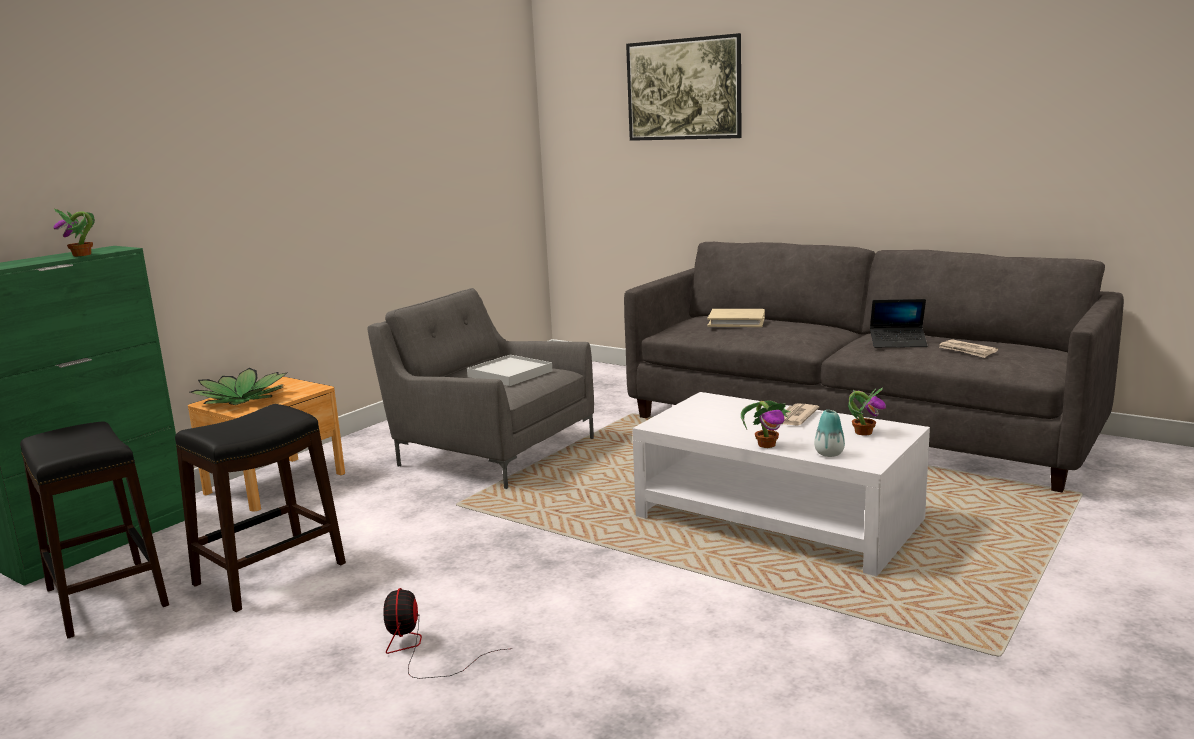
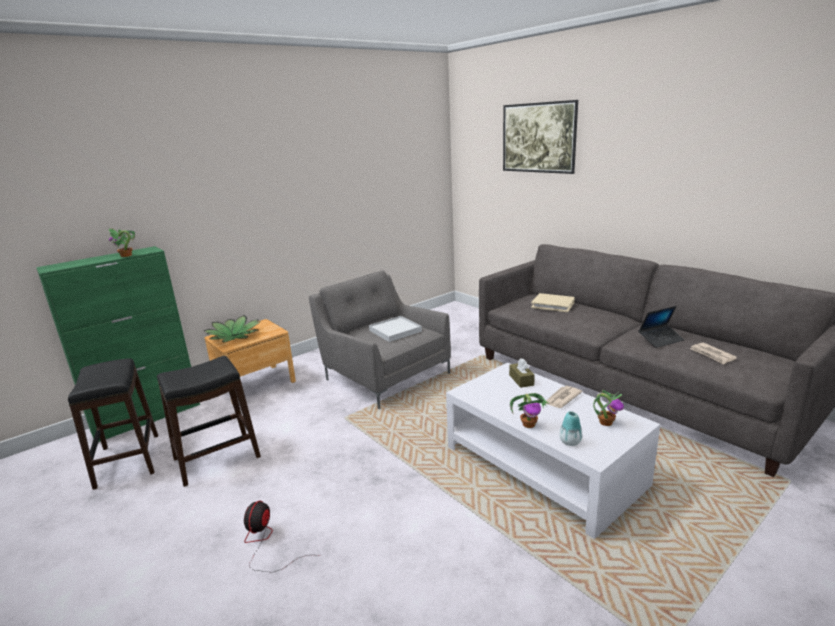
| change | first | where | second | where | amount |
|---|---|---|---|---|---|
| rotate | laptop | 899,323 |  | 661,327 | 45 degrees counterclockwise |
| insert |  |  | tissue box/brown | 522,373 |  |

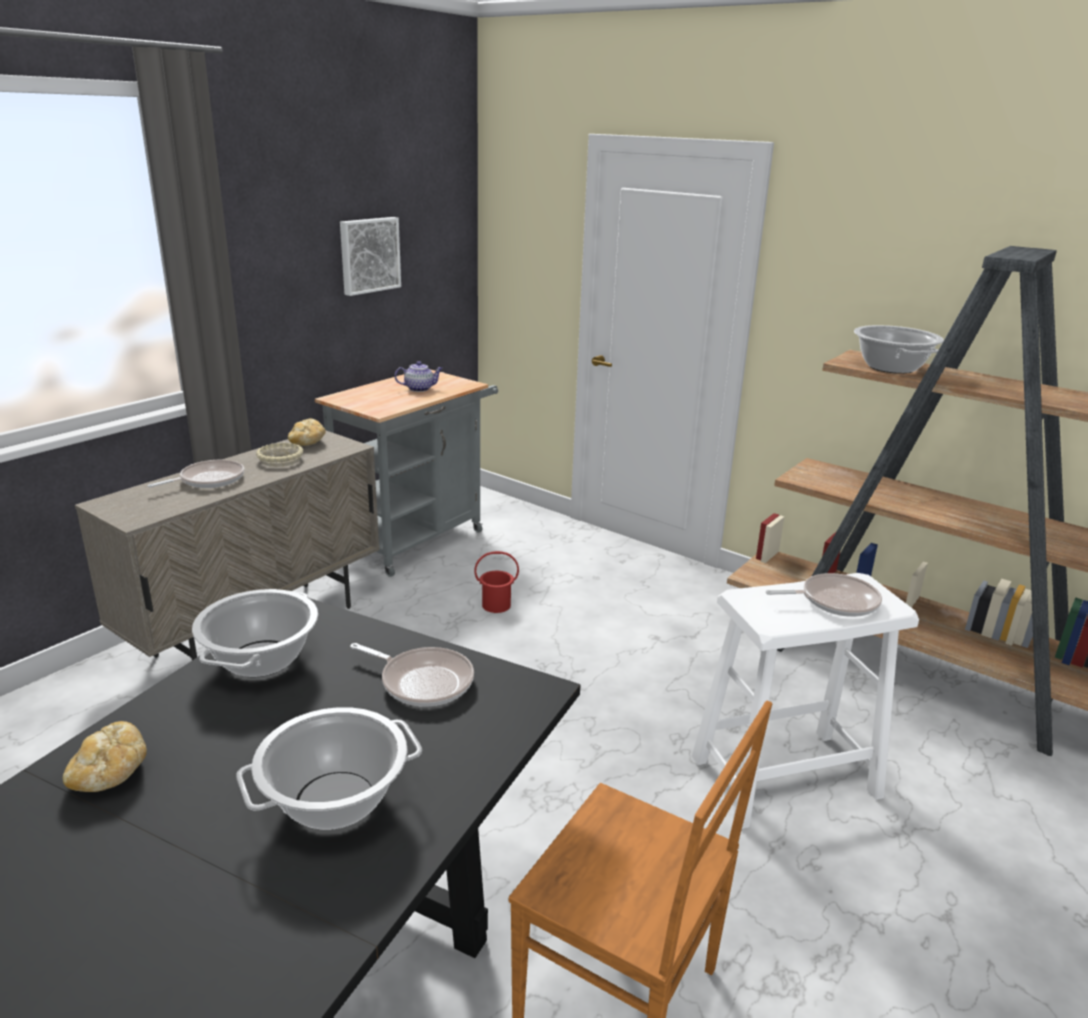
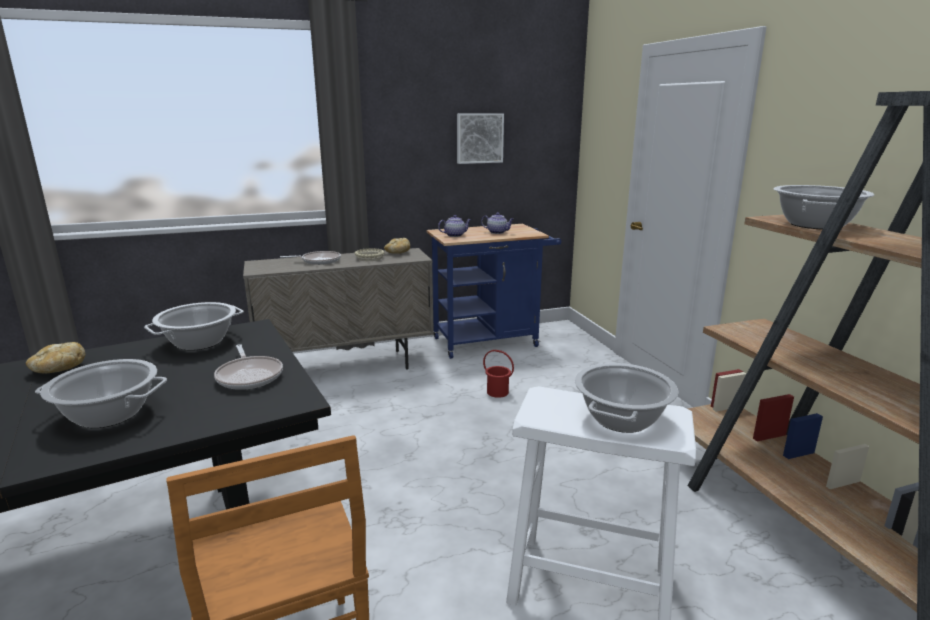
| change | first | where | second | where | amount |
|---|---|---|---|---|---|
| recolor | cart/grey | 406,473 | cart/blue | 494,291 |  |
| replace | frying pan | 824,595 | cooking pot | 627,398 |  |
| insert |  |  | teapot | 454,226 |  |

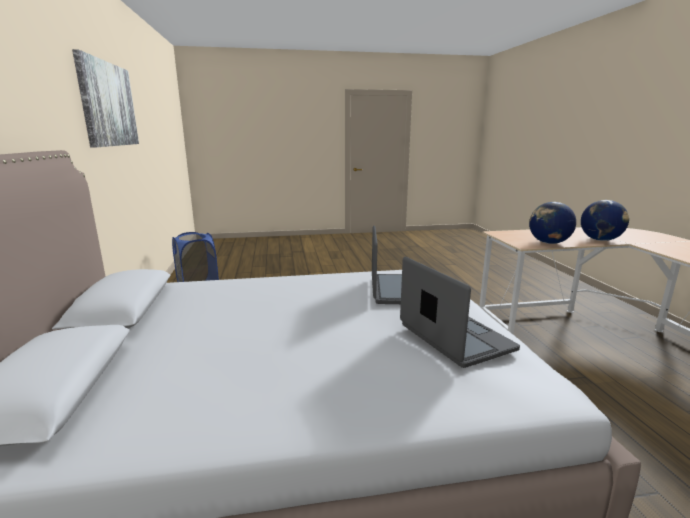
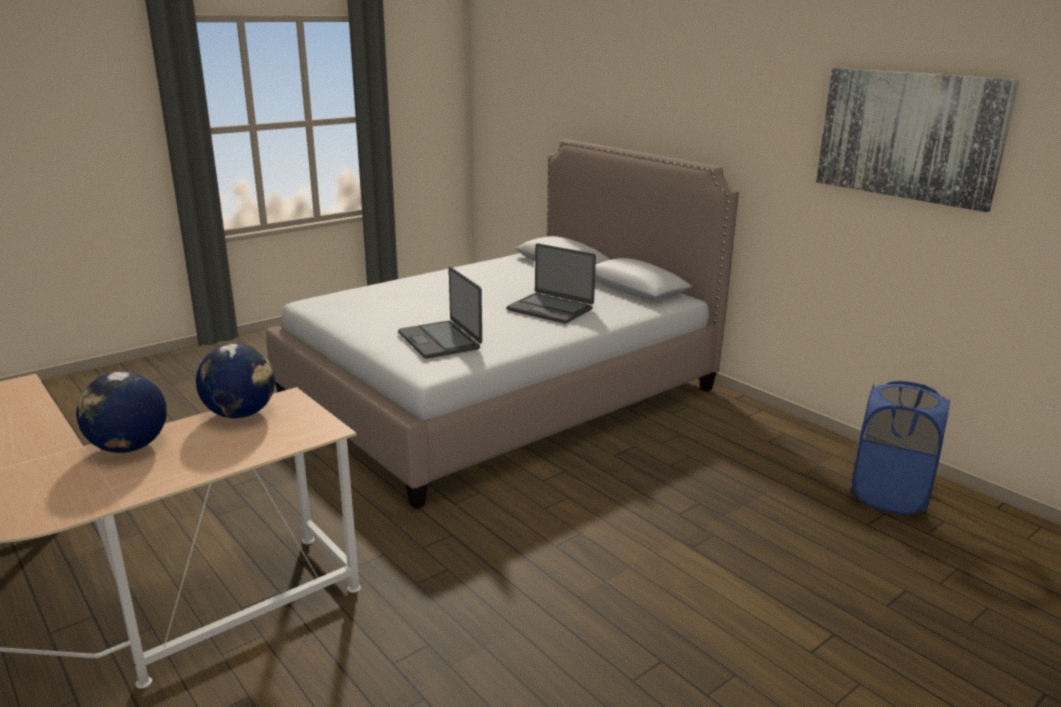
| change | first | where | second | where | amount |
|---|---|---|---|---|---|
| move | laptop | 460,312 |  | 551,283 |  |

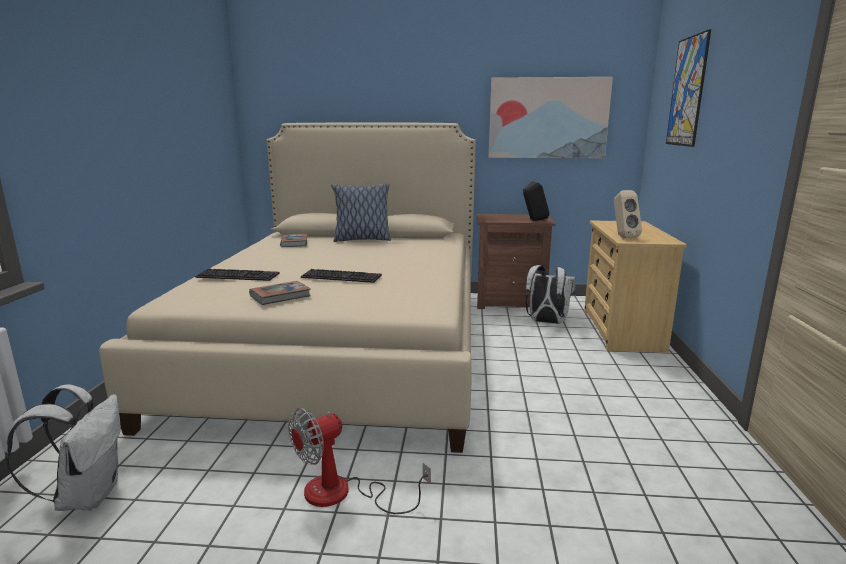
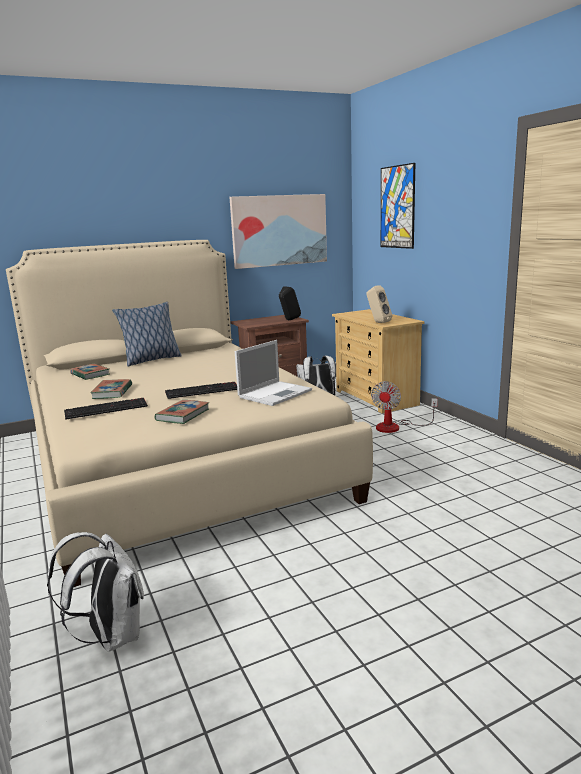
| change | first | where | second | where | amount |
|---|---|---|---|---|---|
| move | fan | 359,461 |  | 404,407 |  |
| insert |  |  | book | 111,389 |  |
| insert |  |  | laptop | 273,373 |  |

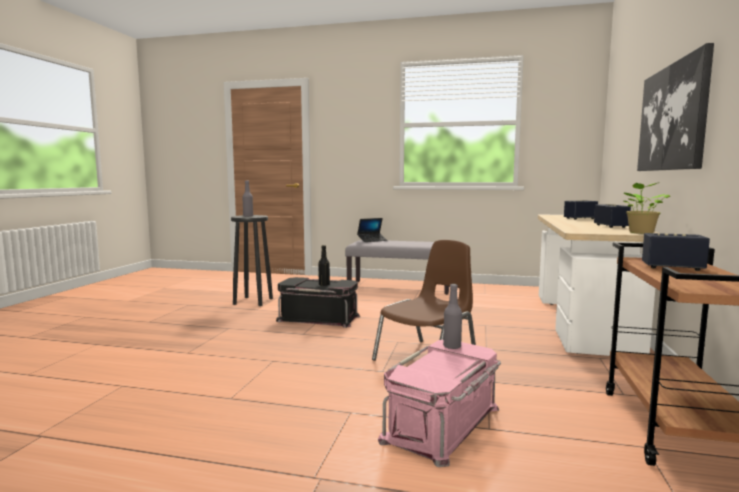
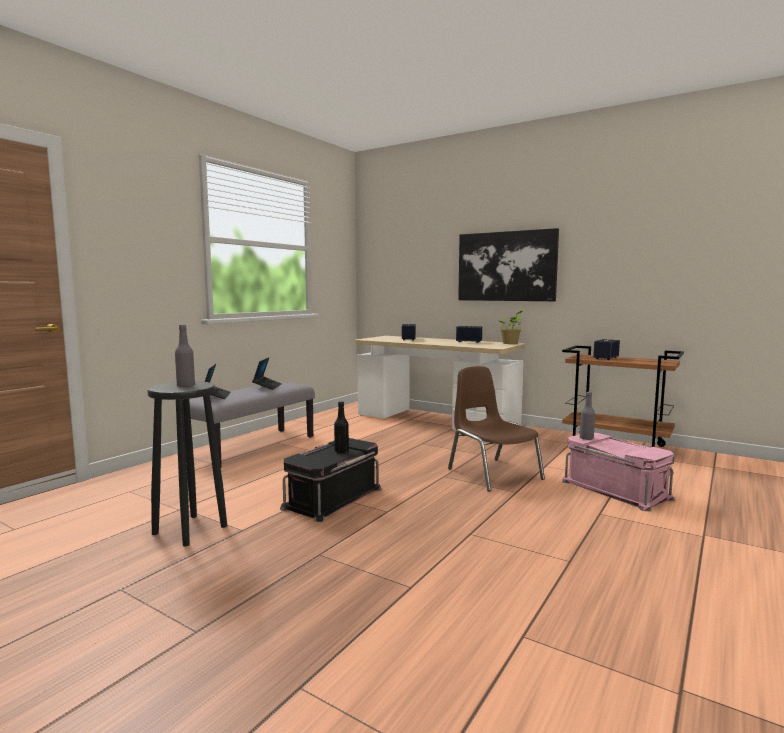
| change | first | where | second | where | amount |
|---|---|---|---|---|---|
| insert |  |  | laptop | 267,374 |  |

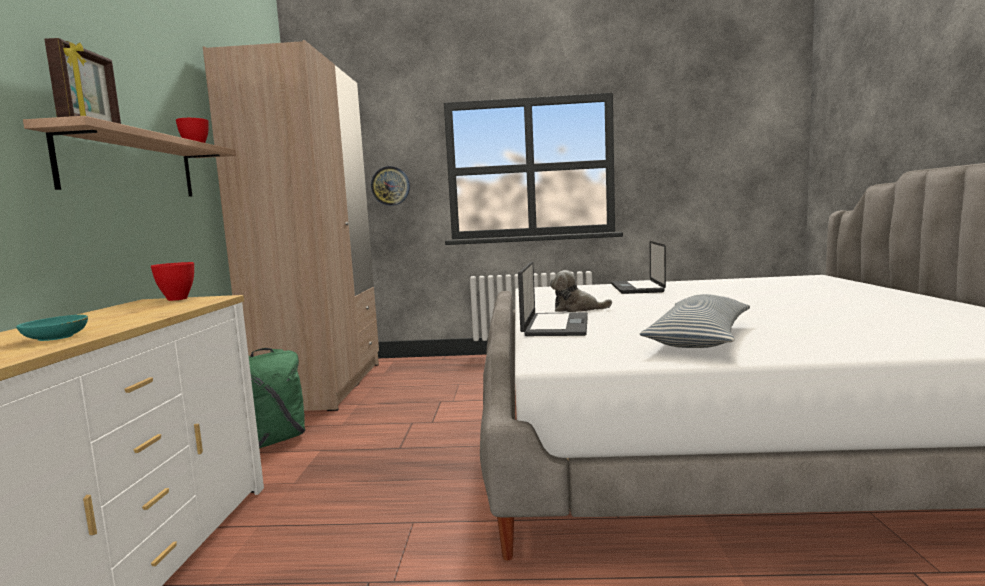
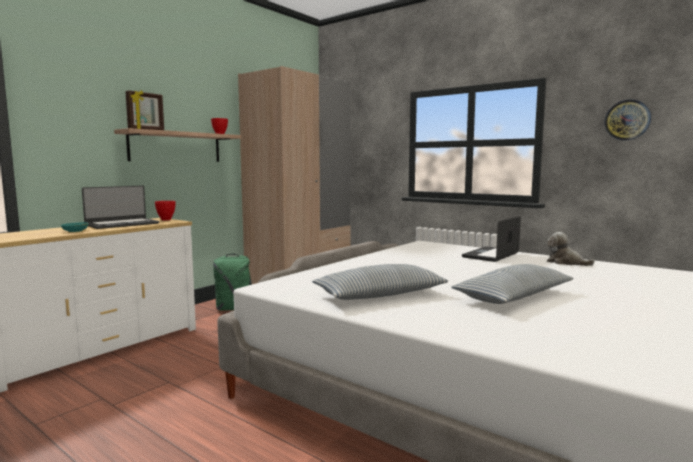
| change | first | where | second | where | amount |
|---|---|---|---|---|---|
| move | wall clock | 390,186 |  | 627,119 |  |
| move | laptop | 553,299 |  | 120,207 |  |
| move | plush toy | 581,291 |  | 571,249 |  |
| insert |  |  | pillow | 512,284 |  |

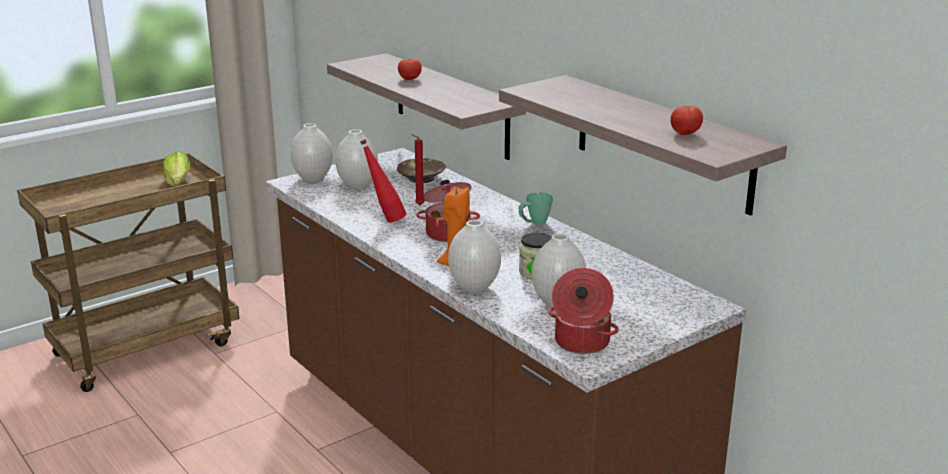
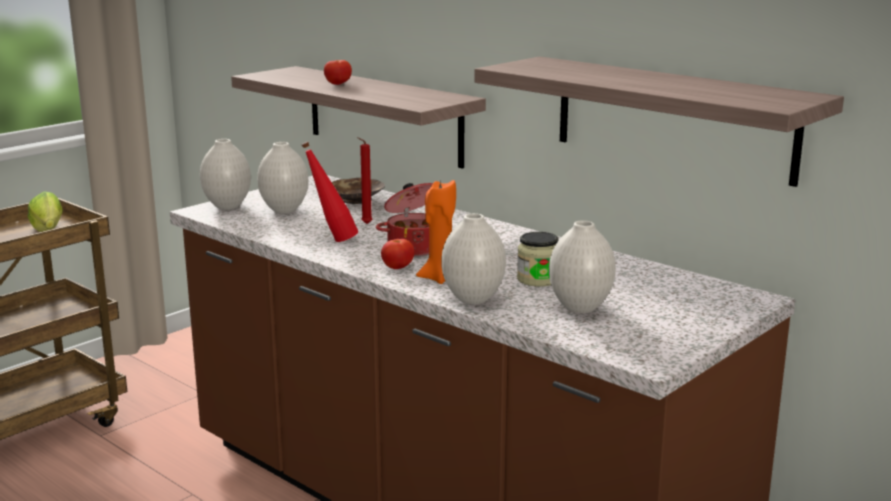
| change | first | where | second | where | amount |
|---|---|---|---|---|---|
| delete | mug/green | 536,208 |  |  |  |
| delete | cooking pot | 583,311 |  |  |  |
| move | tomato | 686,120 |  | 397,254 |  |

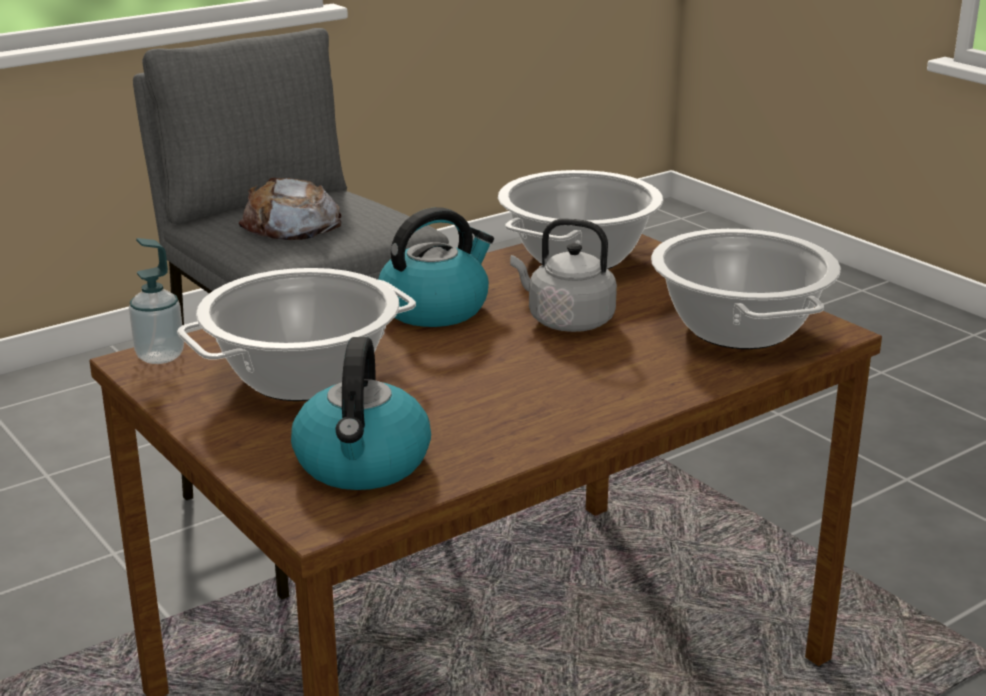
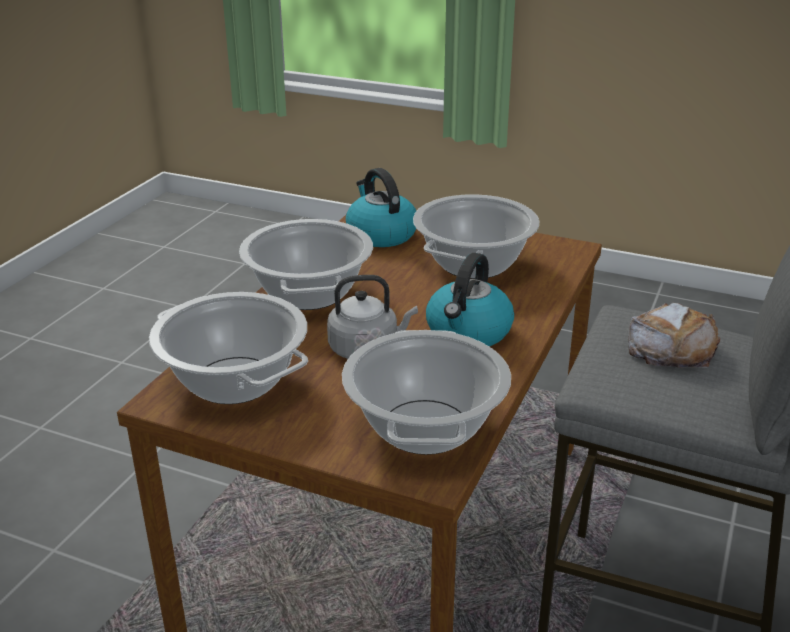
| change | first | where | second | where | amount |
|---|---|---|---|---|---|
| delete | soap dispenser | 156,301 |  |  |  |
| insert |  |  | cooking pot | 306,264 |  |

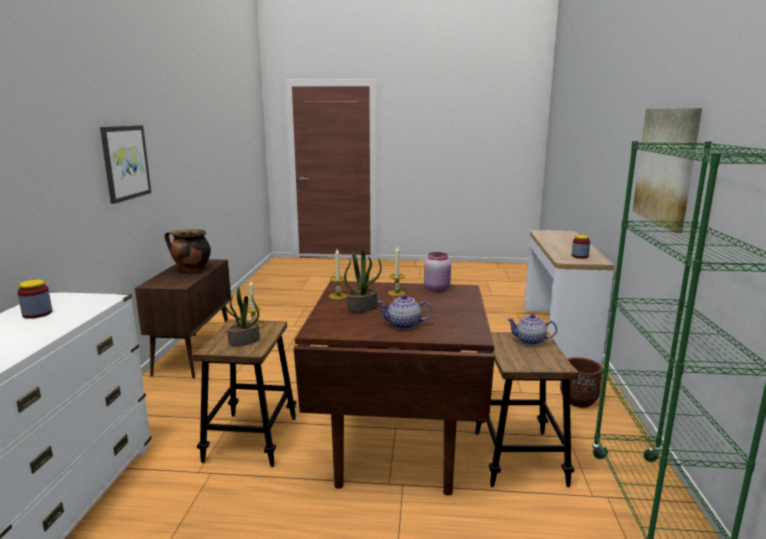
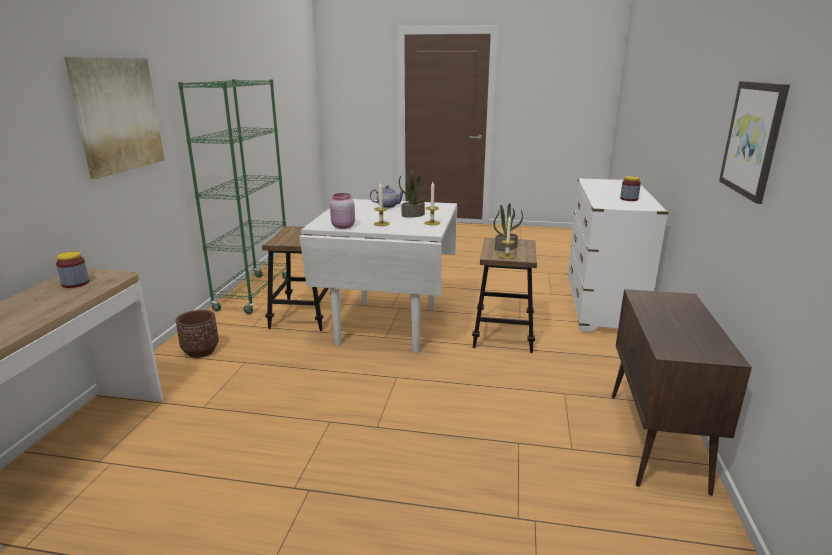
| change | first | where | second | where | amount |
|---|---|---|---|---|---|
| delete | cooking pot | 188,251 |  |  |  |
| recolor | dining table/brown | 394,388 | dining table/white | 378,276 |  |
| delete | teapot | 532,329 |  |  |  |

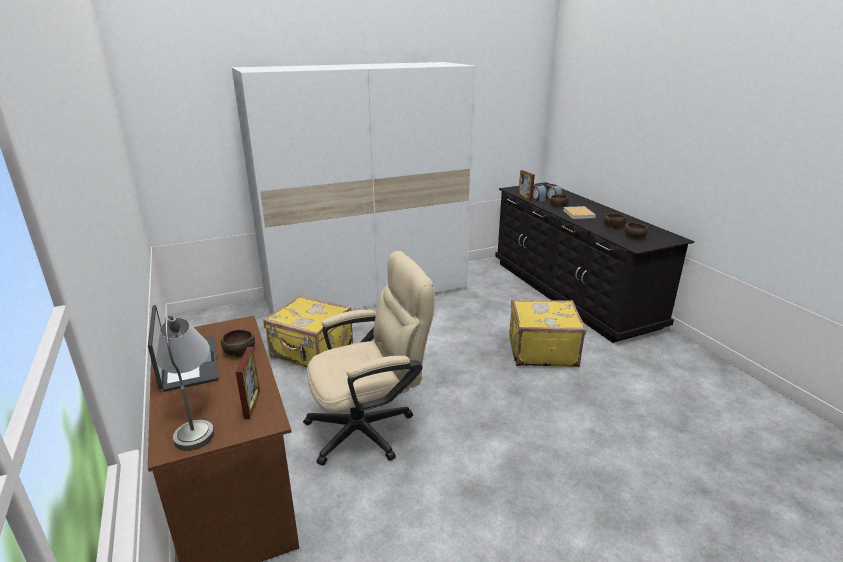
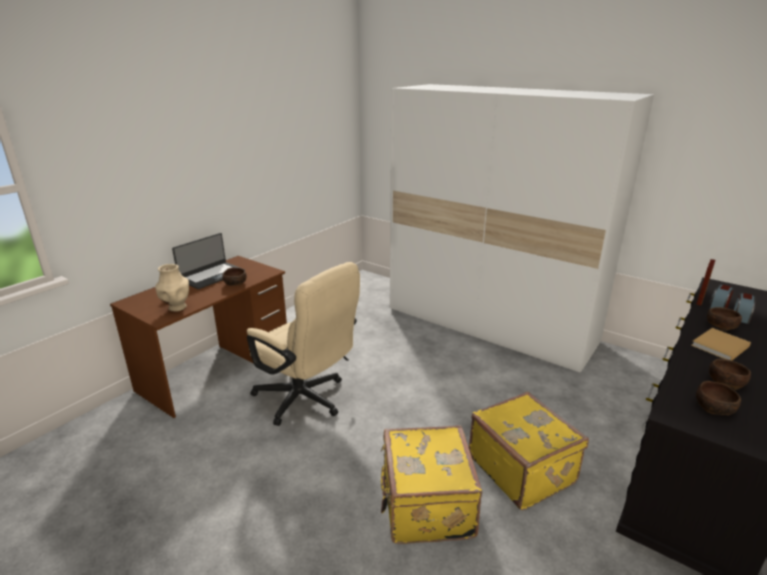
| change | first | where | second | where | amount |
|---|---|---|---|---|---|
| delete | table lamp/grey | 185,383 |  |  |  |
| replace | picture frame | 248,383 | vase/beige | 172,288 |  |
| move | suitcase/yellow | 308,331 |  | 431,484 |  |

